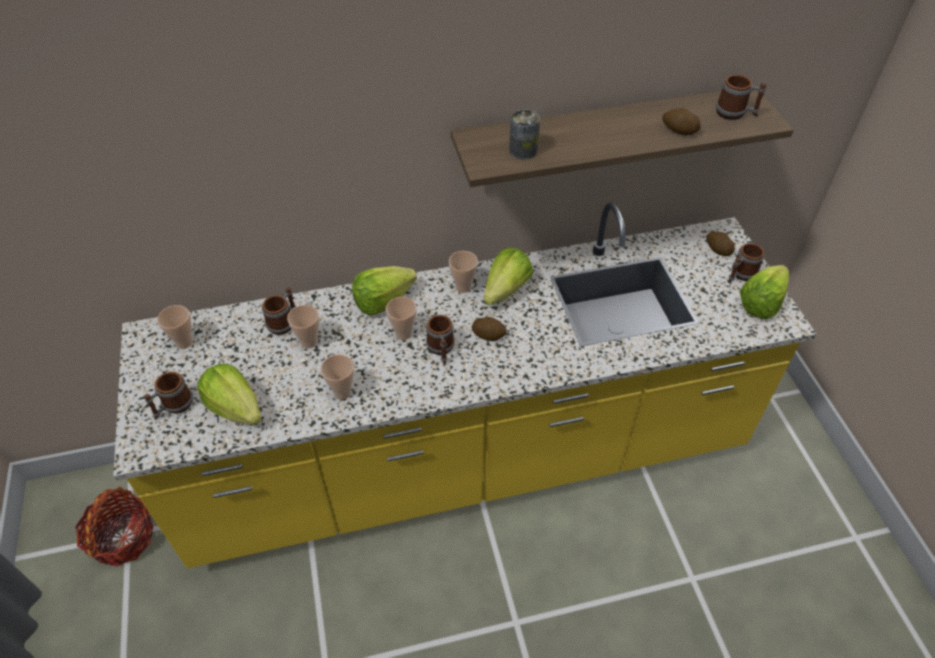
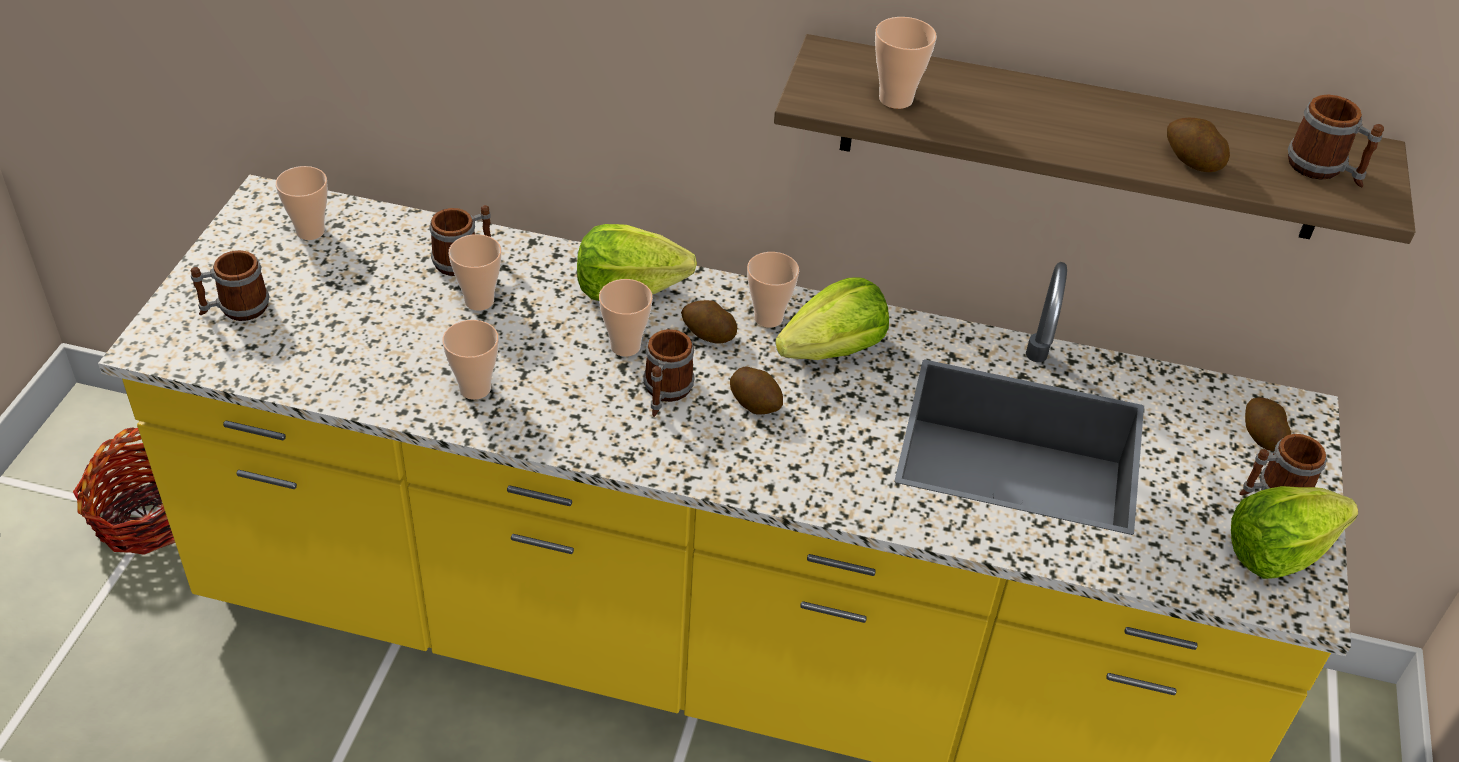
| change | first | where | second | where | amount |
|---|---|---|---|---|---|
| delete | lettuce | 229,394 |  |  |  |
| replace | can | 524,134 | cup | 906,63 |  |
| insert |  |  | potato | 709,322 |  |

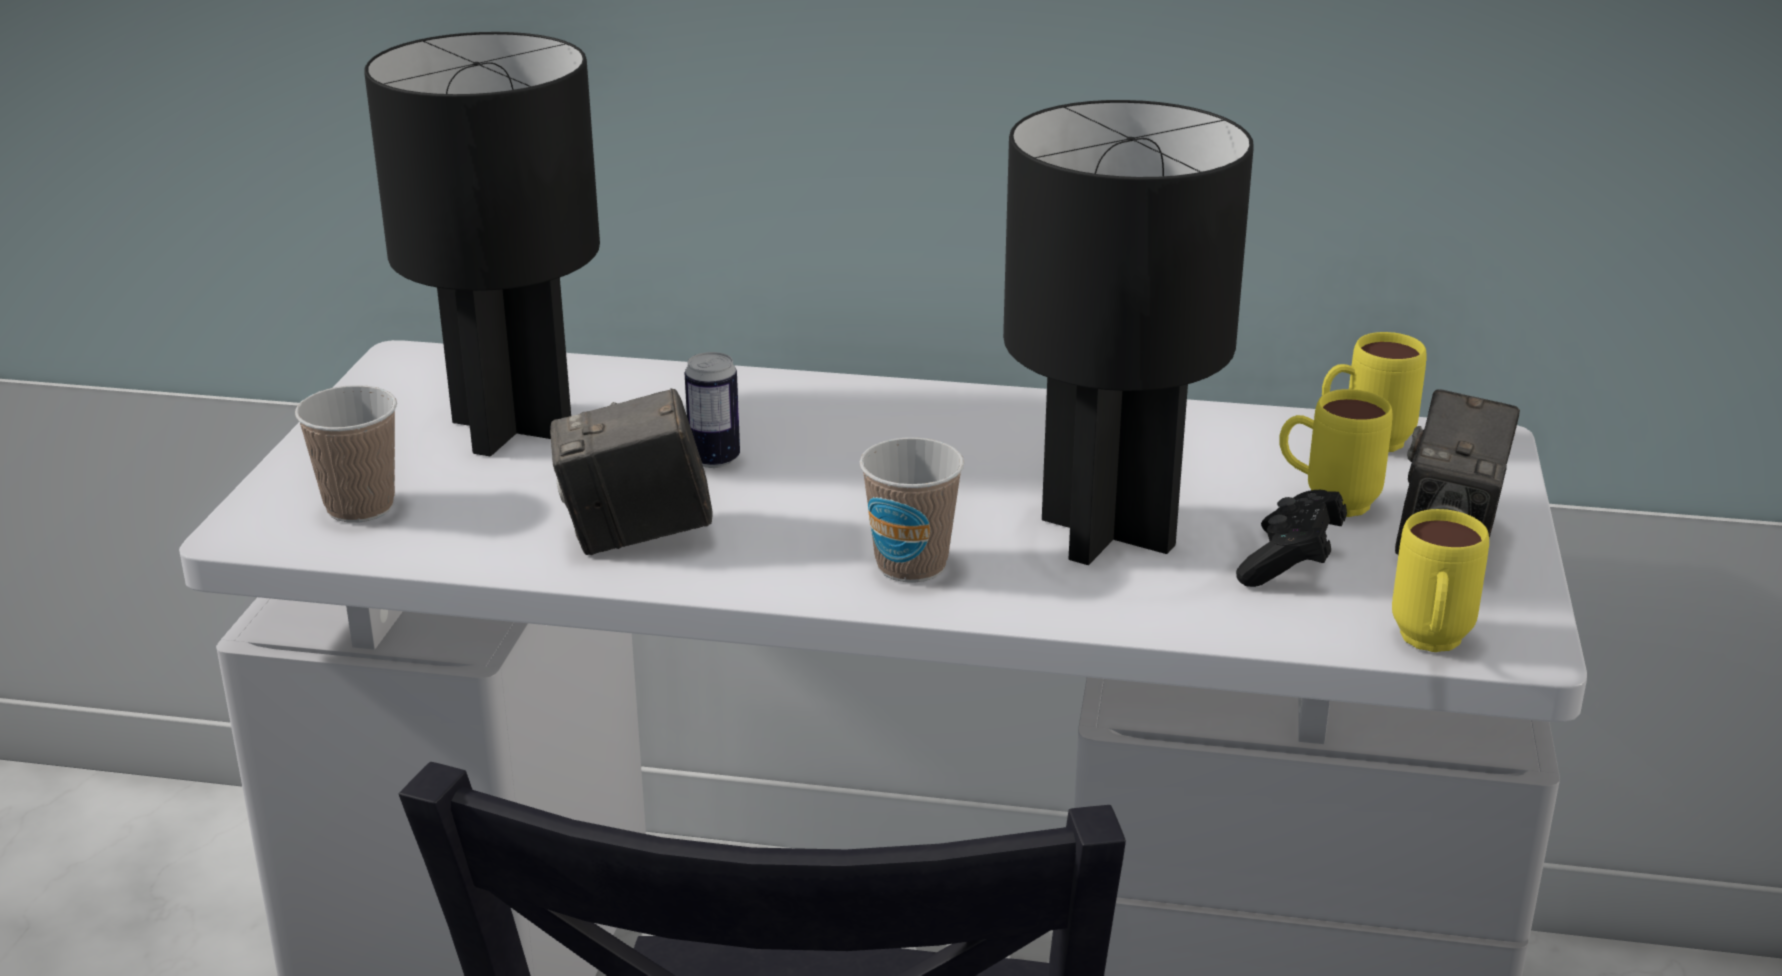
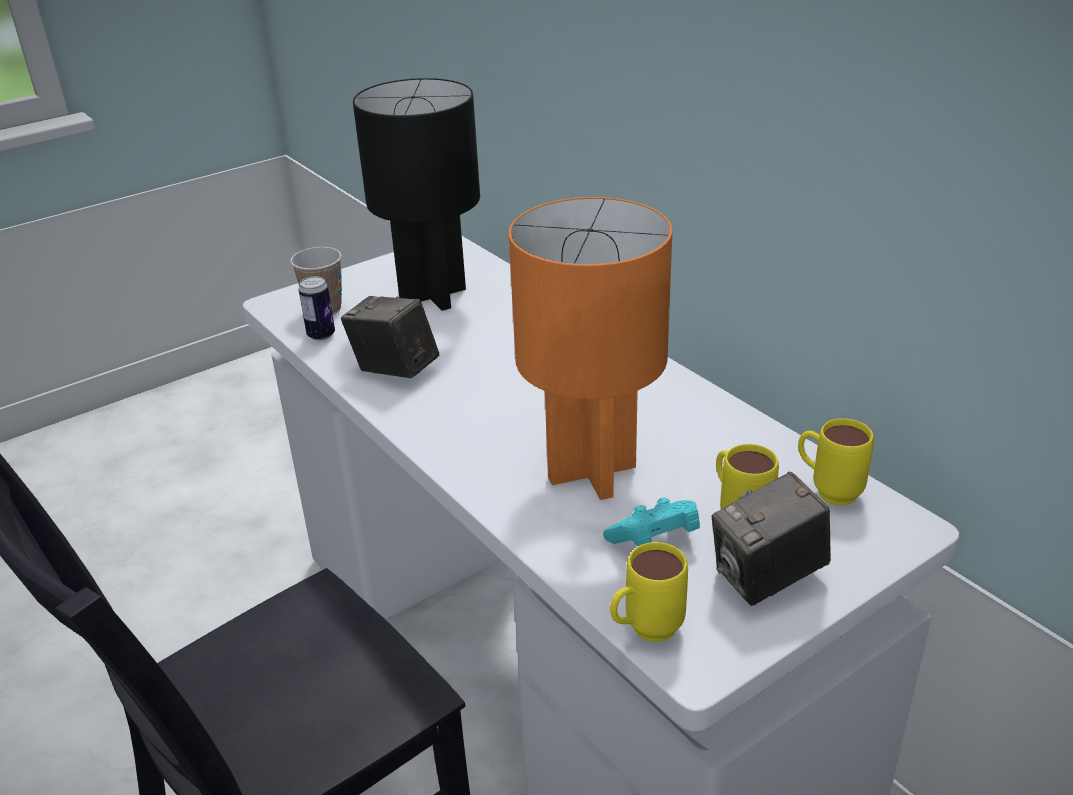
| change | first | where | second | where | amount |
|---|---|---|---|---|---|
| move | can | 712,410 |  | 317,308 |  |
| delete | cup | 912,510 |  |  |  |
| recolor | table lamp/black | 1128,332 | table lamp/orange | 590,348 |  |
| recolor | game controller/black | 1291,538 | game controller/turquoise | 651,522 |  |

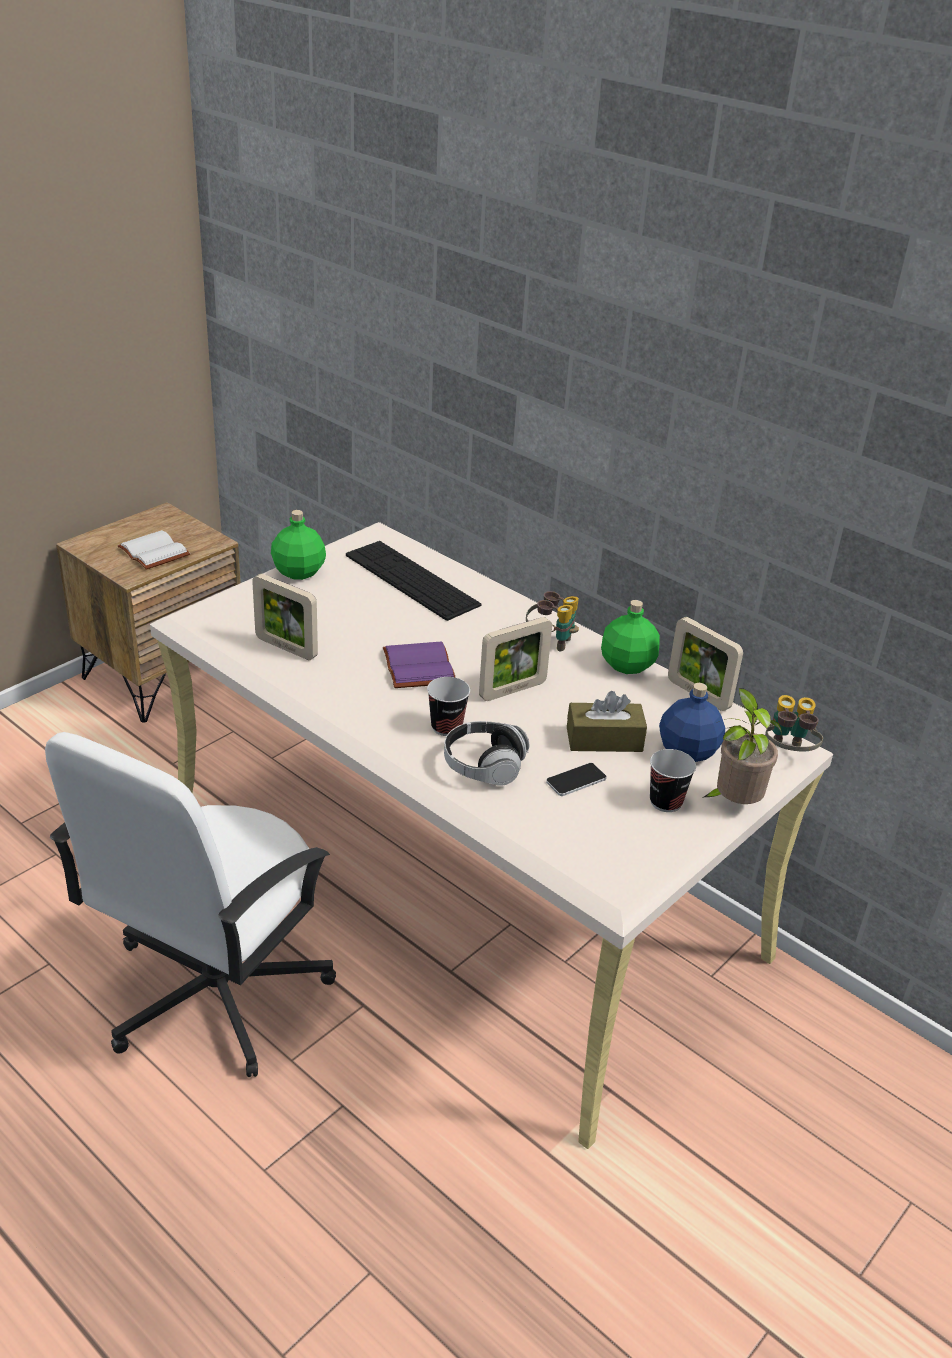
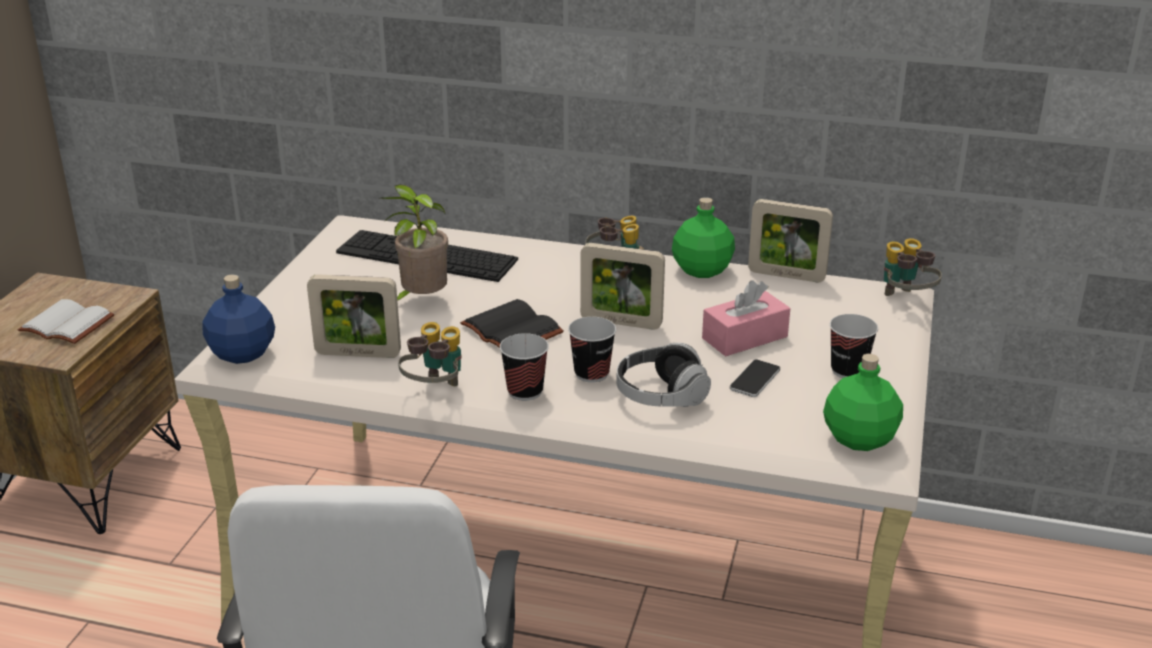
| change | first | where | second | where | amount |
|---|---|---|---|---|---|
| move | bottle/green | 298,545 |  | 863,402 |  |
| recolor | book/purple | 419,664 | book/black | 512,323 |  |
| rotate | picture frame | 515,659 |  | 622,286 | 75 degrees clockwise |
| recolor | tissue box/brown | 607,721 | tissue box/pink | 746,318 |  |
| move | bottle/blue | 692,722 |  | 238,319 |  |
| move | potted plant | 742,746 |  | 414,243 |  |
| insert |  |  | binoculars | 429,354 |  |
| insert |  |  | cup | 524,367 |  |

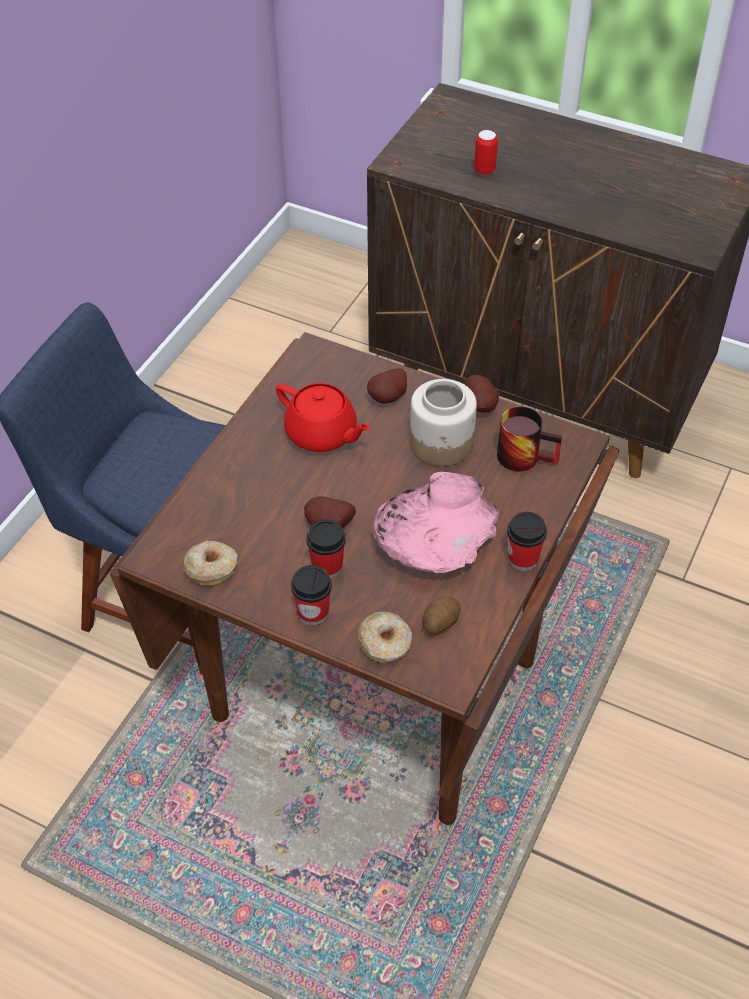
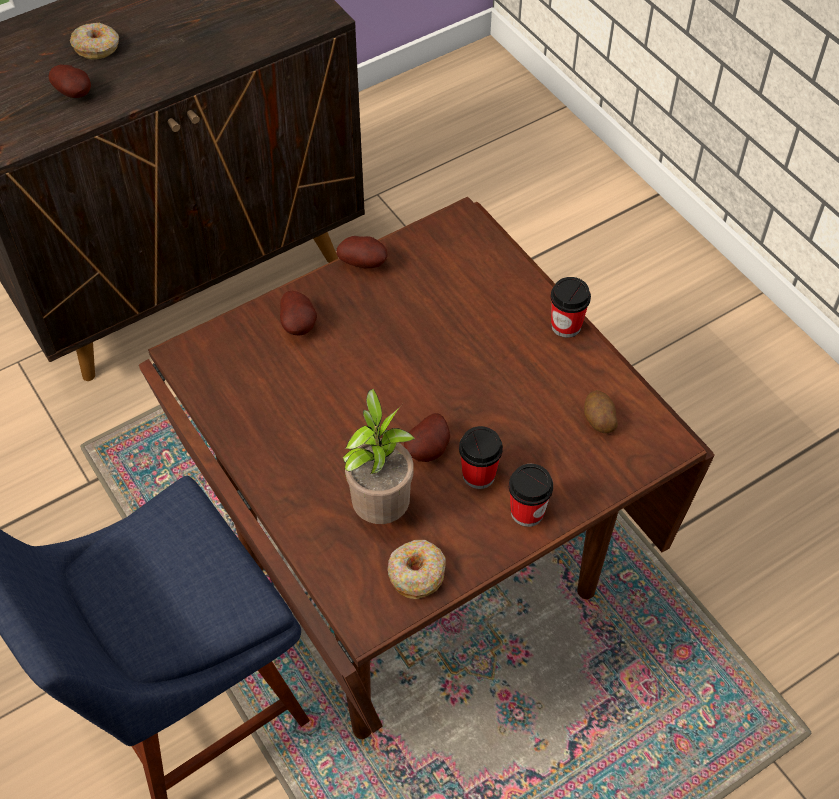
| change | first | where | second | where | amount |
|---|---|---|---|---|---|
| delete | teapot/red | 323,417 |  |  |  |
| move | donut | 385,636 |  | 94,41 |  |
| delete | bowl/pink | 435,522 |  |  |  |
| delete | jar | 443,423 |  |  |  |
| replace | can | 486,152 | potato | 70,81 |  |
| delete | mug | 529,438 |  |  |  |
| insert |  |  | potted plant | 379,456 |  |

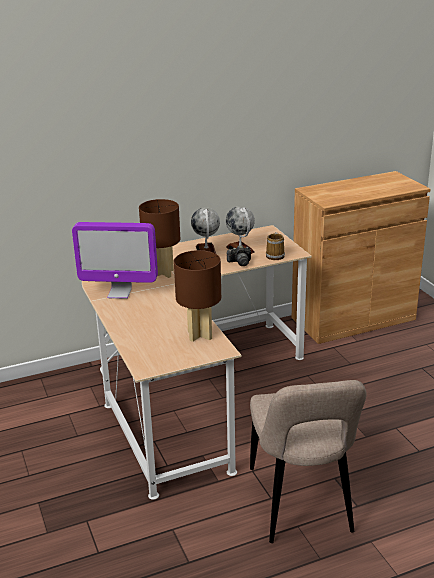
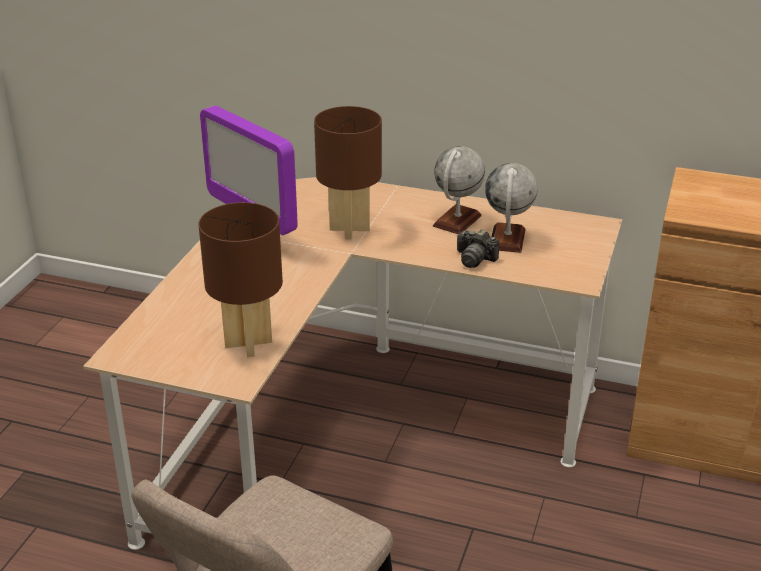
| change | first | where | second | where | amount |
|---|---|---|---|---|---|
| delete | mug | 275,246 |  |  |  |

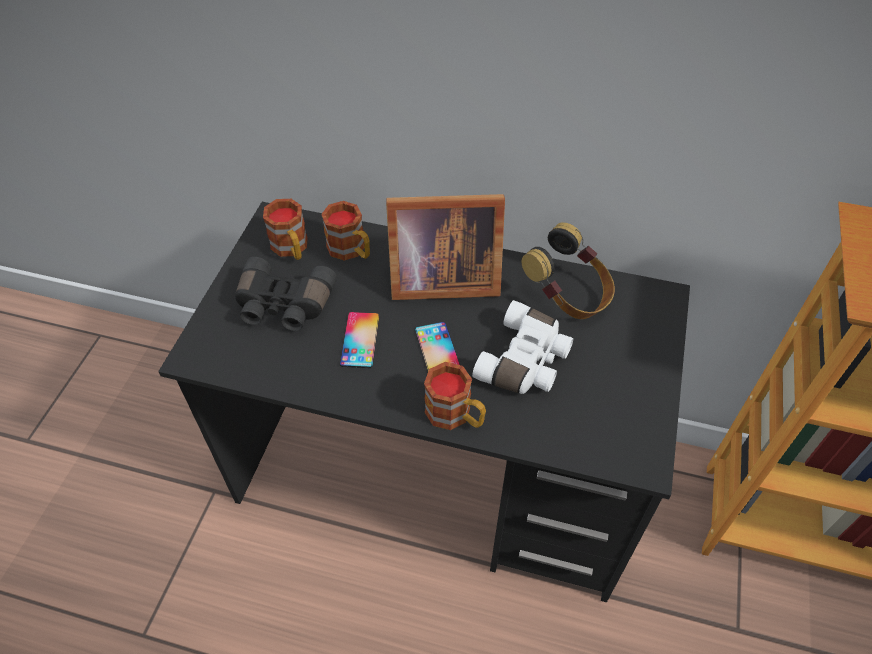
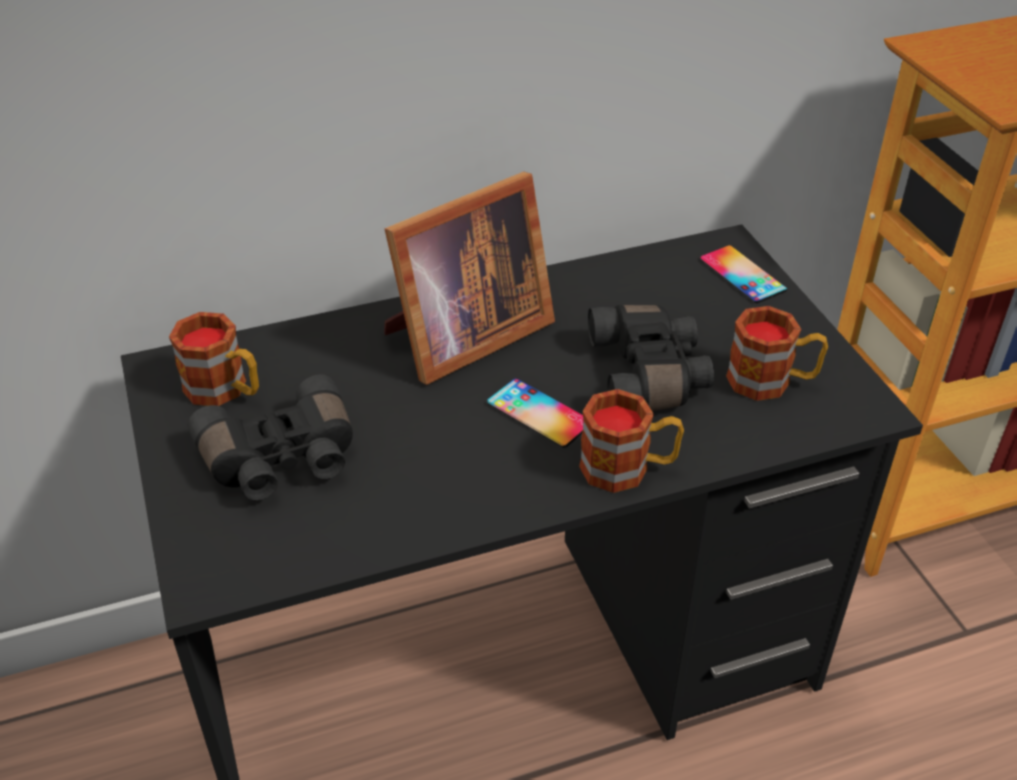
| change | first | where | second | where | amount |
|---|---|---|---|---|---|
| move | mug | 345,230 |  | 777,353 |  |
| move | phone | 360,340 |  | 743,274 |  |
| recolor | binoculars/white | 522,347 | binoculars/black | 651,358 |  |
| delete | headphones | 568,270 |  |  |  |

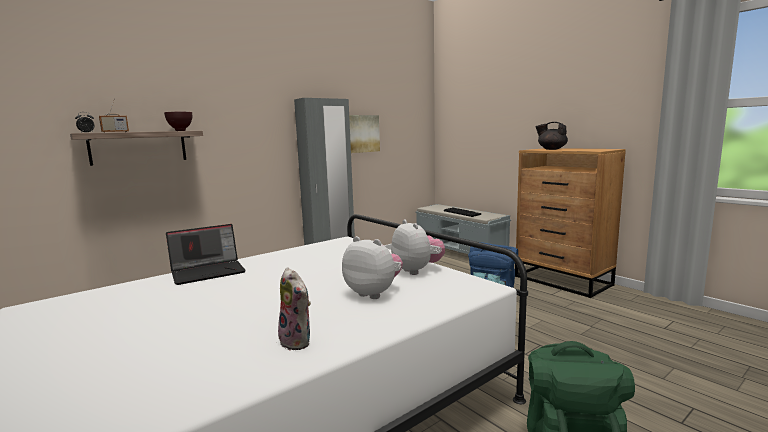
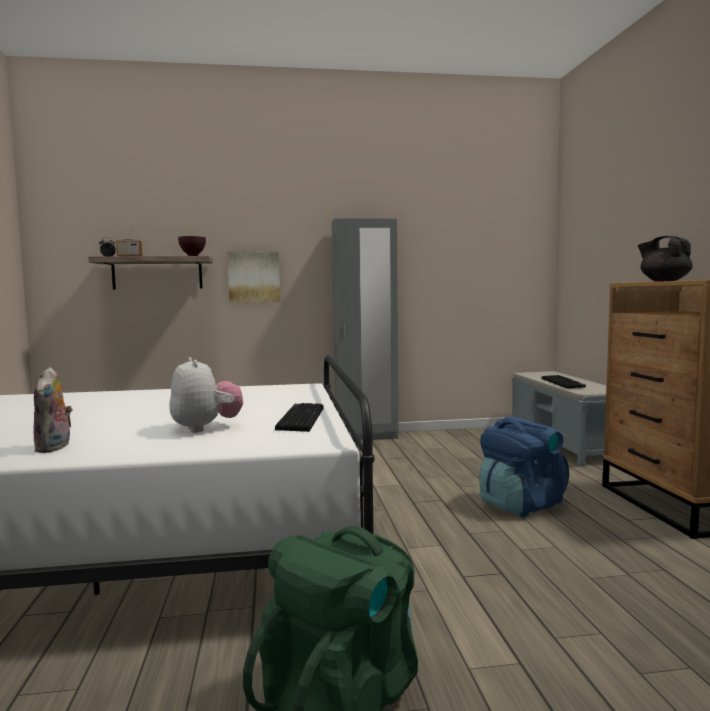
| change | first | where | second | where | amount |
|---|---|---|---|---|---|
| delete | laptop | 206,254 |  |  |  |
| move | picture | 364,134 |  | 253,277 |  |
| replace | plush toy | 418,247 | keyboard | 299,417 |  |

